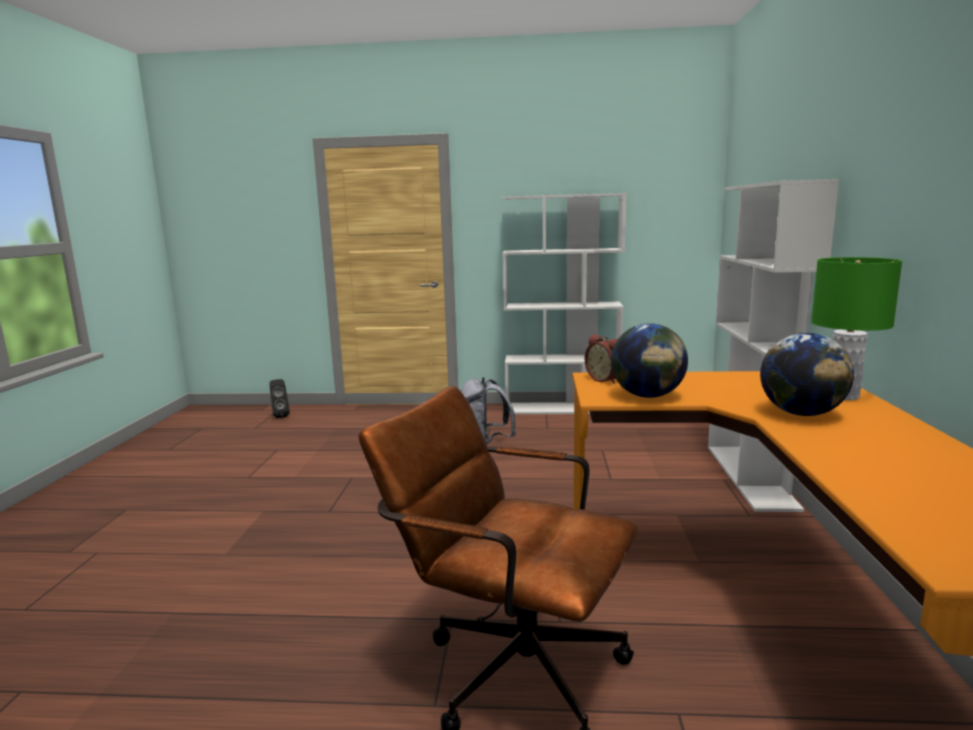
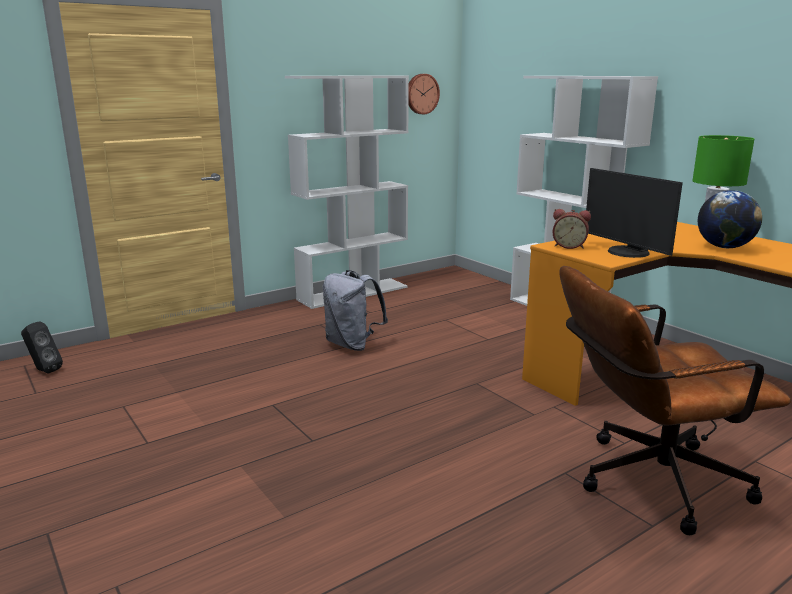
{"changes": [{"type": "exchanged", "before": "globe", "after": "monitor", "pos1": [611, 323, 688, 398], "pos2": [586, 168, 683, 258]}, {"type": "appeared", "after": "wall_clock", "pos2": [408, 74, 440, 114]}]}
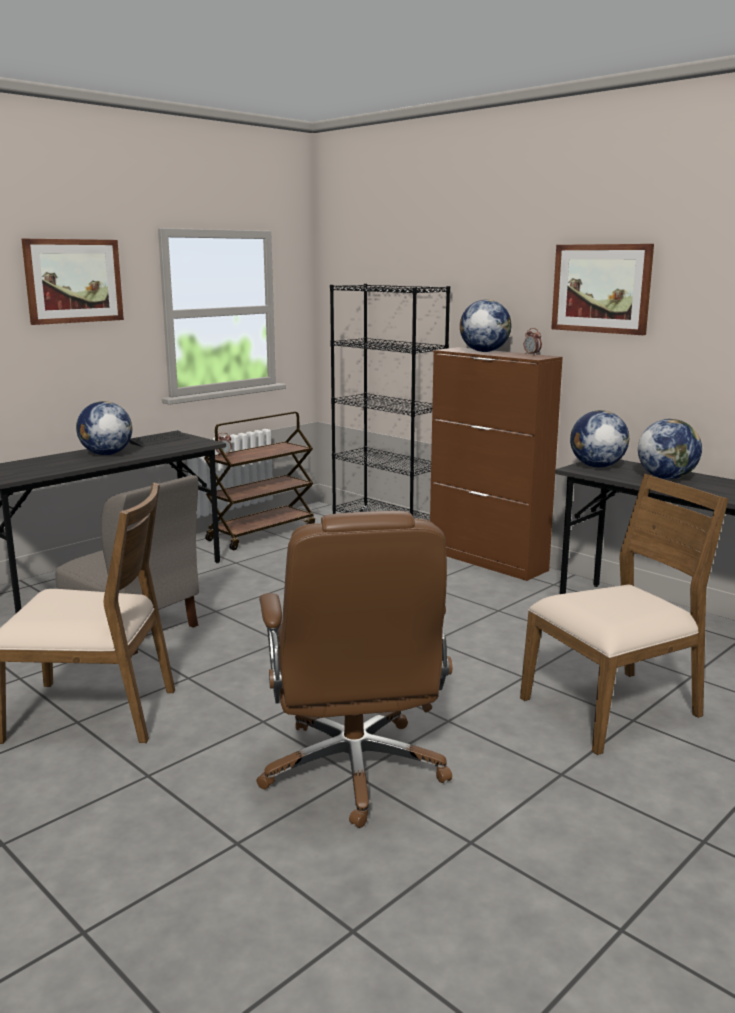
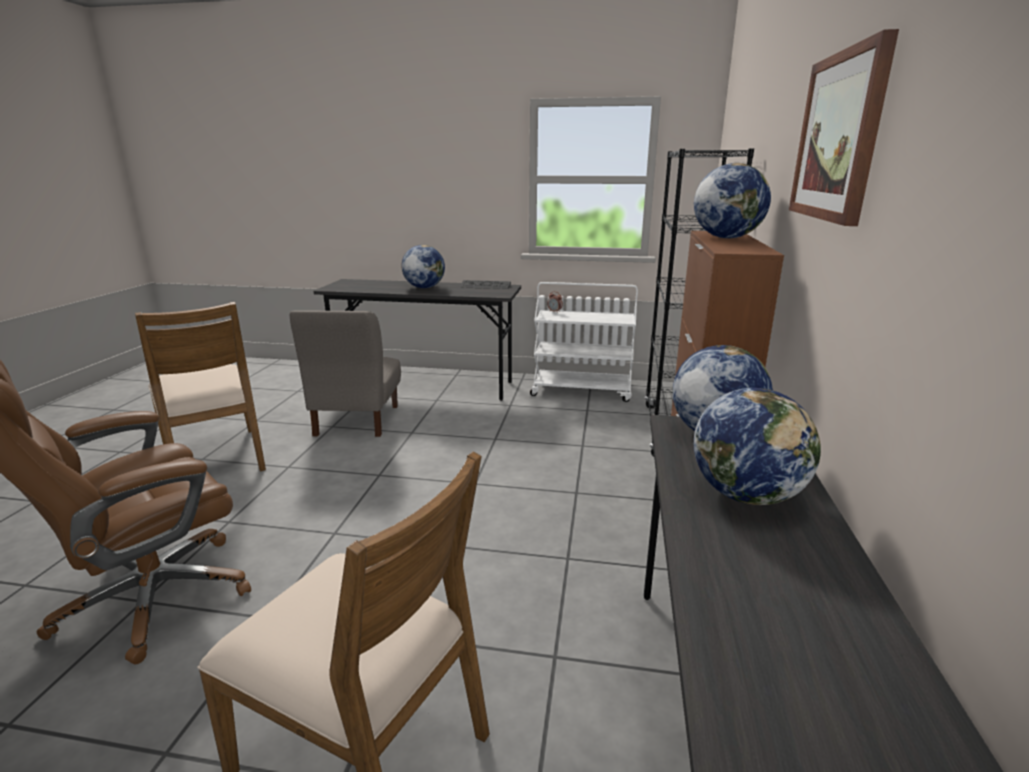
{"changes": [{"type": "missing", "before": "picture", "pos1": [22, 239, 124, 325]}, {"type": "missing", "before": "alarm_clock", "pos1": [524, 328, 542, 355]}, {"type": "colour", "before": "brown_cart", "after": "white_cart", "pos1": [204, 411, 315, 550], "pos2": [530, 282, 638, 402]}]}
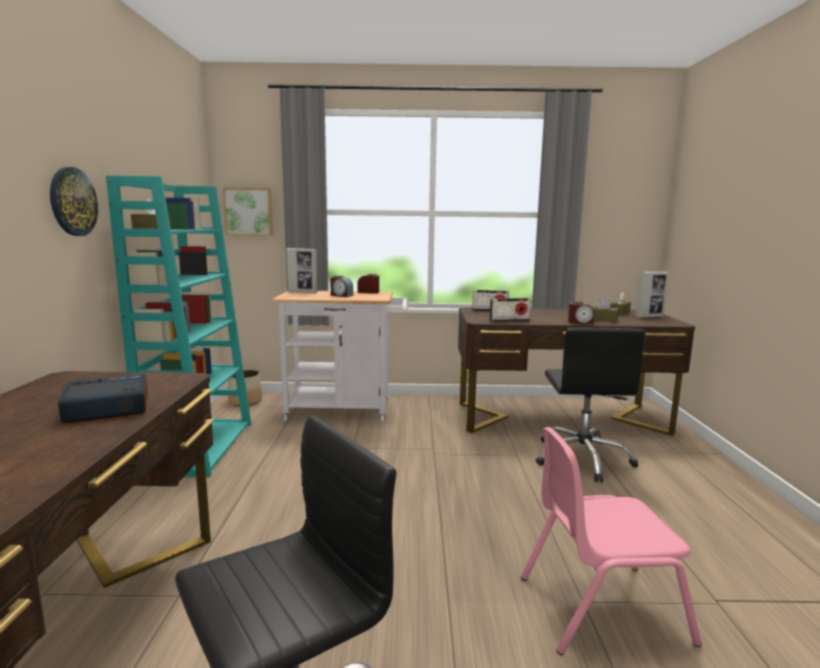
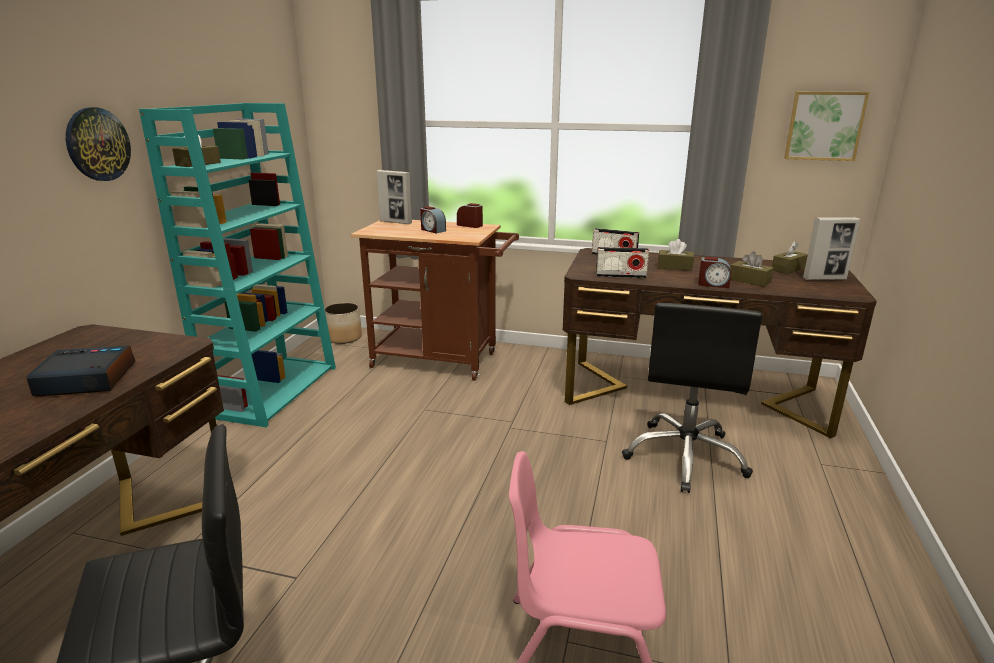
{"changes": [{"type": "relocated", "before": "picture", "pos1": [223, 188, 273, 236], "pos2": [784, 92, 869, 161]}, {"type": "colour", "before": "white_cart", "after": "brown_cart", "pos1": [272, 291, 409, 423], "pos2": [351, 220, 519, 381]}, {"type": "appeared", "after": "brown_tissue_box", "pos2": [658, 239, 694, 271]}]}
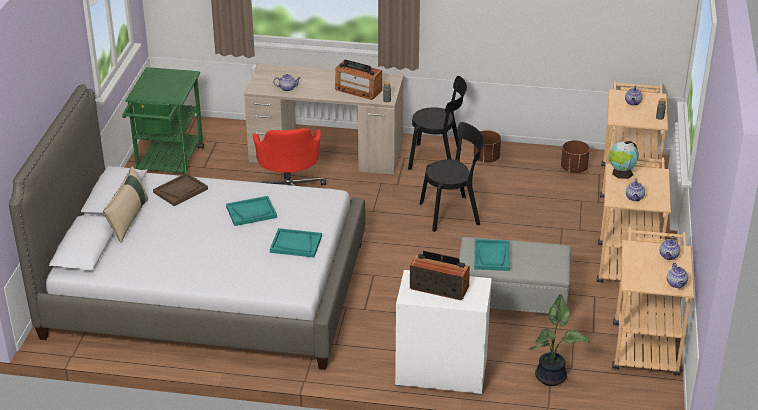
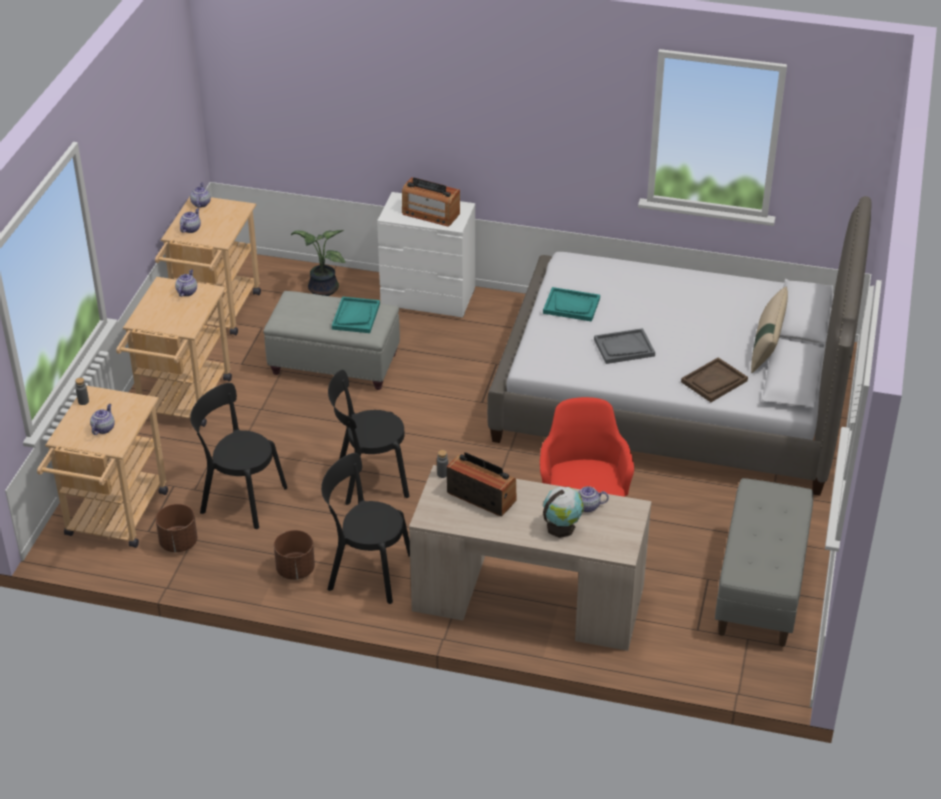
{"changes": [{"type": "exchanged", "before": "green_cart", "after": "grey_bench", "pos1": [122, 67, 204, 174], "pos2": [715, 478, 813, 647]}, {"type": "relocated", "before": "globe", "pos1": [608, 141, 639, 179], "pos2": [543, 487, 584, 538]}, {"type": "colour", "before": "turquoise_tray", "after": "grey_tray", "pos1": [226, 196, 277, 226], "pos2": [594, 328, 655, 364]}, {"type": "appeared", "after": "black_chair", "pos2": [190, 383, 287, 529]}]}
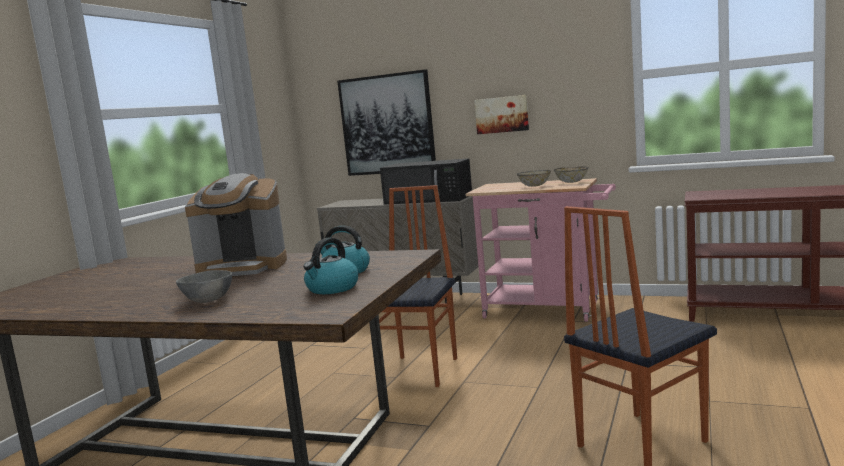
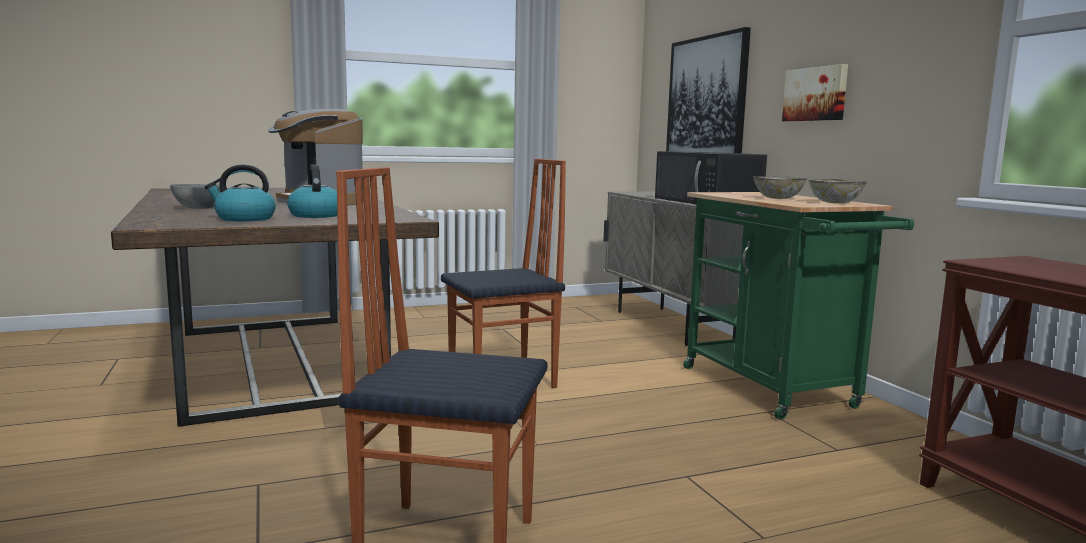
{"changes": [{"type": "colour", "before": "pink_cart", "after": "green_cart", "pos1": [466, 178, 616, 322], "pos2": [683, 192, 914, 420]}]}
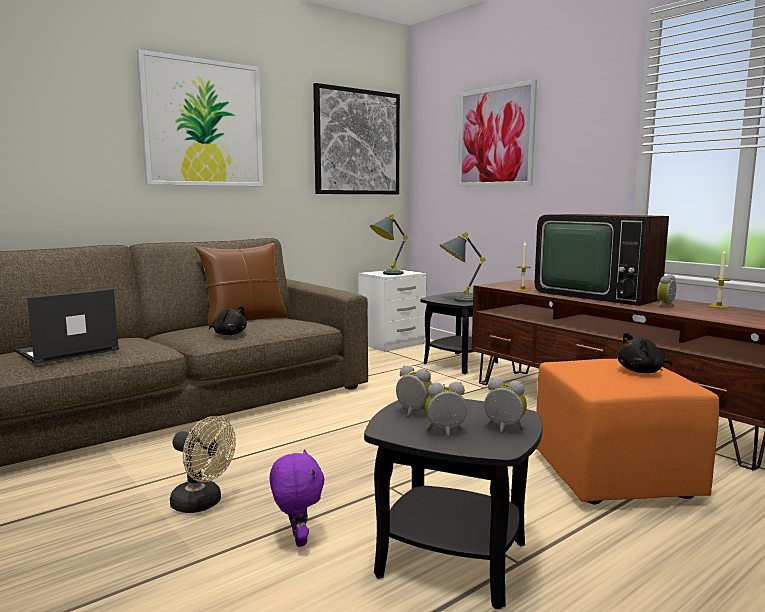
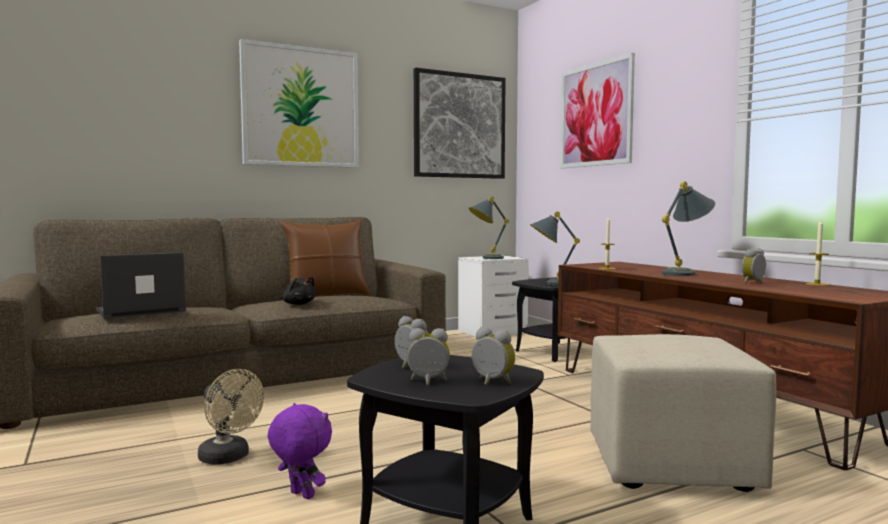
{"changes": [{"type": "exchanged", "before": "television", "after": "grey_table_lamp", "pos1": [535, 214, 669, 306], "pos2": [661, 182, 715, 276]}, {"type": "missing", "before": "black_plush_toy", "pos1": [618, 333, 672, 373]}, {"type": "colour", "before": "orange_ottoman", "after": "beige_ottoman", "pos1": [536, 359, 719, 504], "pos2": [590, 334, 776, 492]}, {"type": "spun", "before": "purple_plush_toy", "pos1": [270, 449, 324, 547], "pos2": [268, 403, 332, 499], "turn": -45}]}
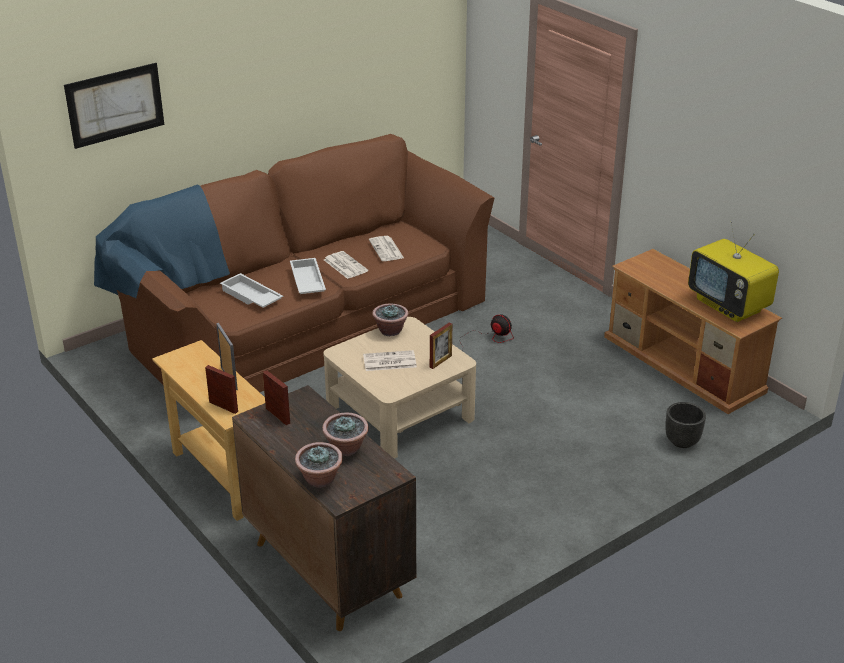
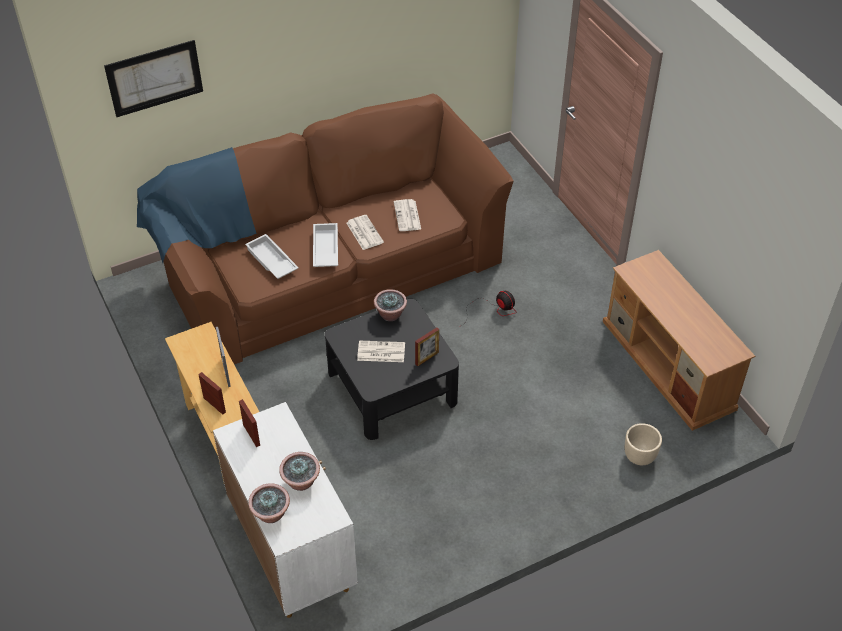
{"changes": [{"type": "missing", "before": "television", "pos1": [688, 221, 779, 322]}, {"type": "colour", "before": "beige_coffee_table", "after": "black_coffee_table", "pos1": [323, 317, 476, 459], "pos2": [325, 299, 459, 440]}, {"type": "colour", "before": "brown_cabinet", "after": "white_cabinet", "pos1": [232, 385, 416, 631], "pos2": [213, 402, 358, 618]}, {"type": "colour", "before": "black_planter", "after": "beige_planter", "pos1": [665, 402, 706, 448], "pos2": [625, 423, 662, 465]}]}
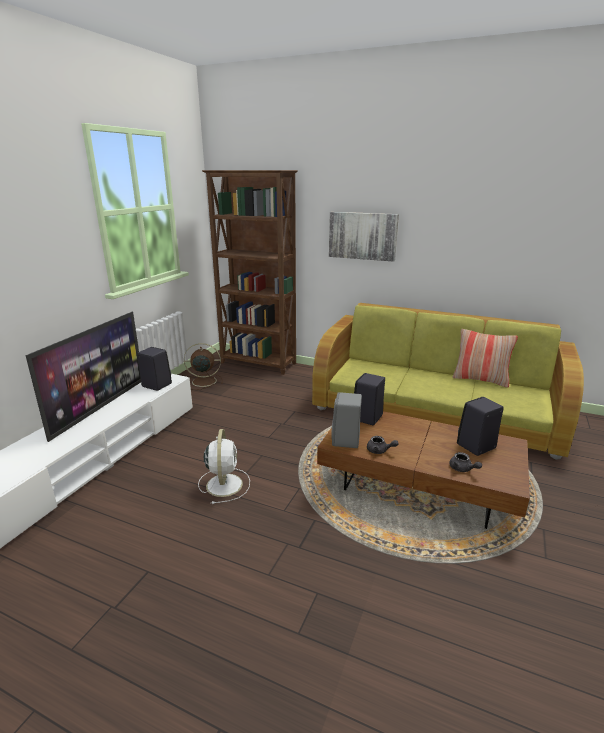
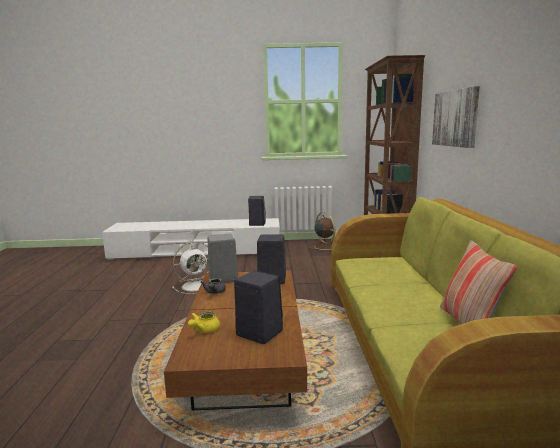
{"changes": [{"type": "missing", "before": "television", "pos1": [25, 312, 141, 442]}, {"type": "colour", "before": "grey_teapot", "after": "yellow_teapot", "pos1": [449, 452, 482, 472], "pos2": [188, 312, 220, 333]}]}
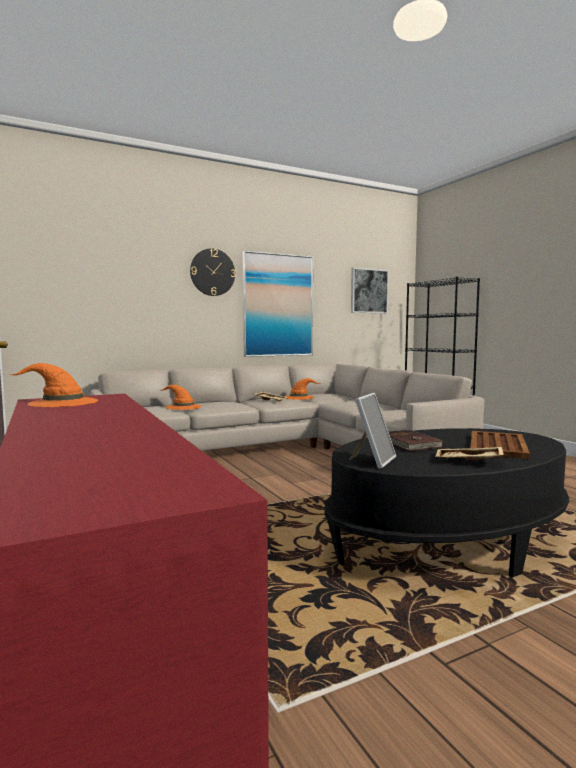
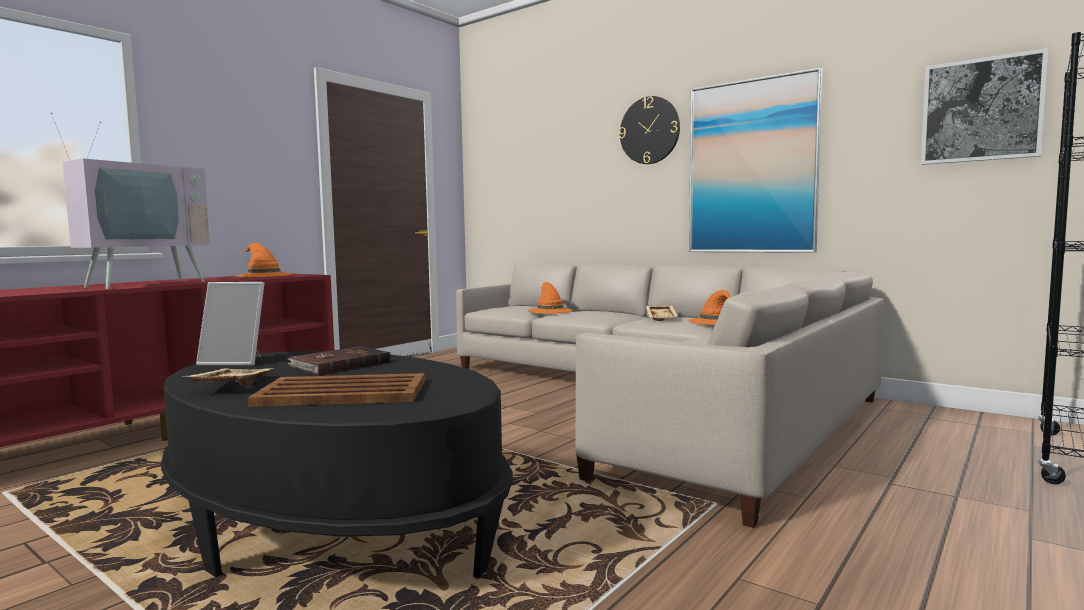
{"changes": [{"type": "appeared", "after": "television", "pos2": [51, 113, 210, 289]}]}
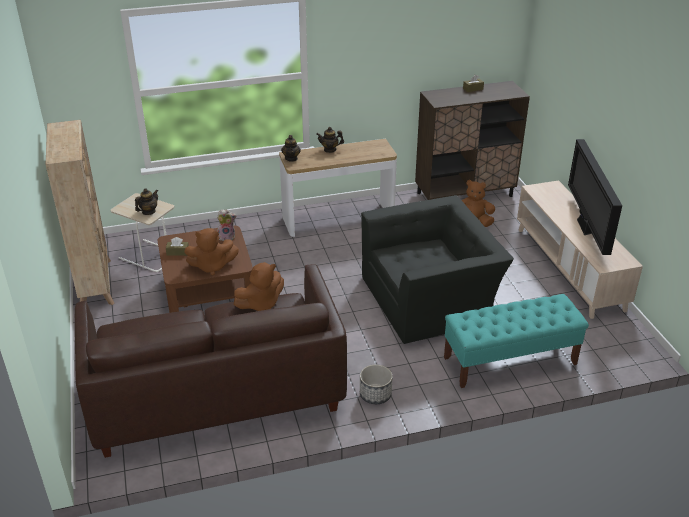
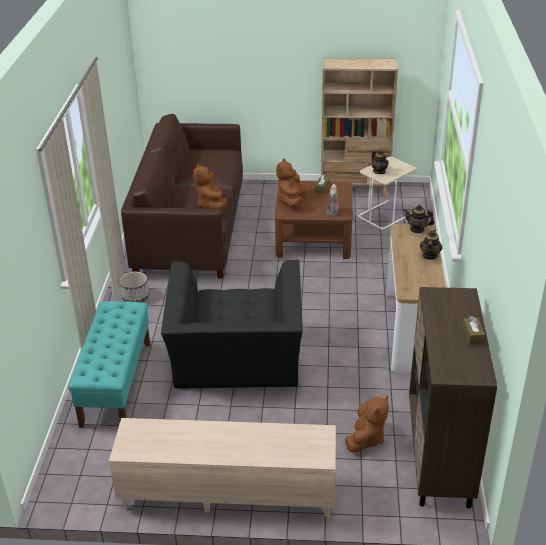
{"changes": [{"type": "missing", "before": "television", "pos1": [568, 139, 622, 255]}]}
